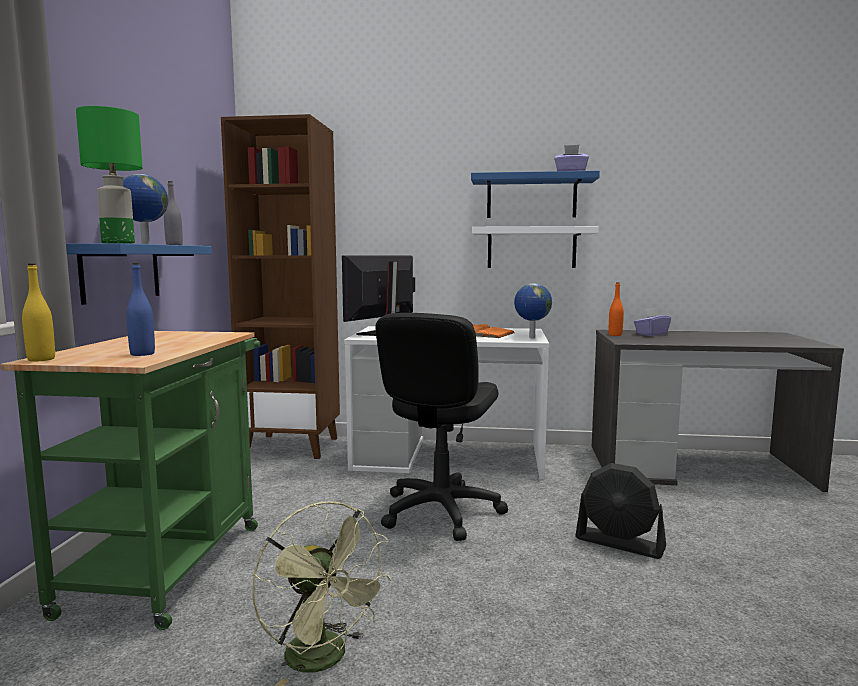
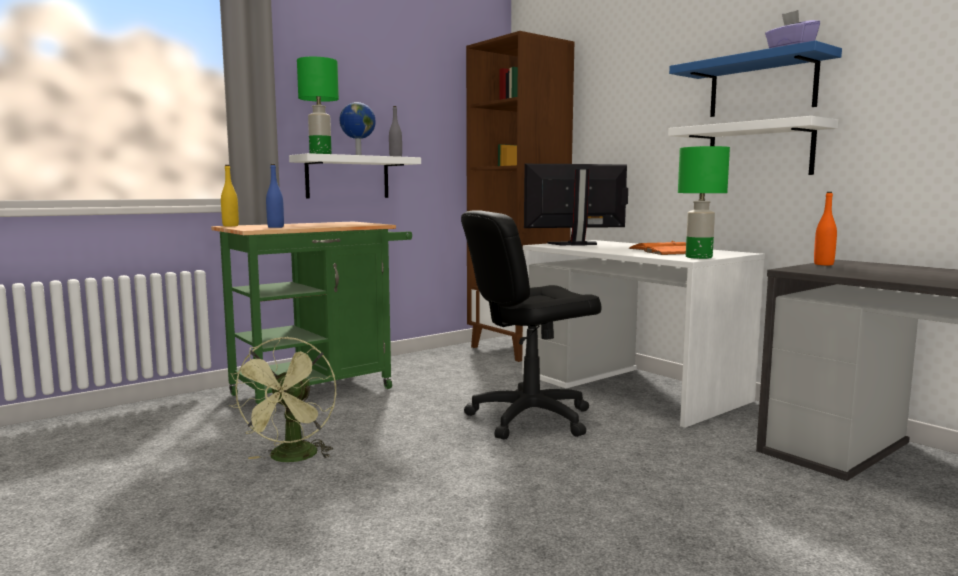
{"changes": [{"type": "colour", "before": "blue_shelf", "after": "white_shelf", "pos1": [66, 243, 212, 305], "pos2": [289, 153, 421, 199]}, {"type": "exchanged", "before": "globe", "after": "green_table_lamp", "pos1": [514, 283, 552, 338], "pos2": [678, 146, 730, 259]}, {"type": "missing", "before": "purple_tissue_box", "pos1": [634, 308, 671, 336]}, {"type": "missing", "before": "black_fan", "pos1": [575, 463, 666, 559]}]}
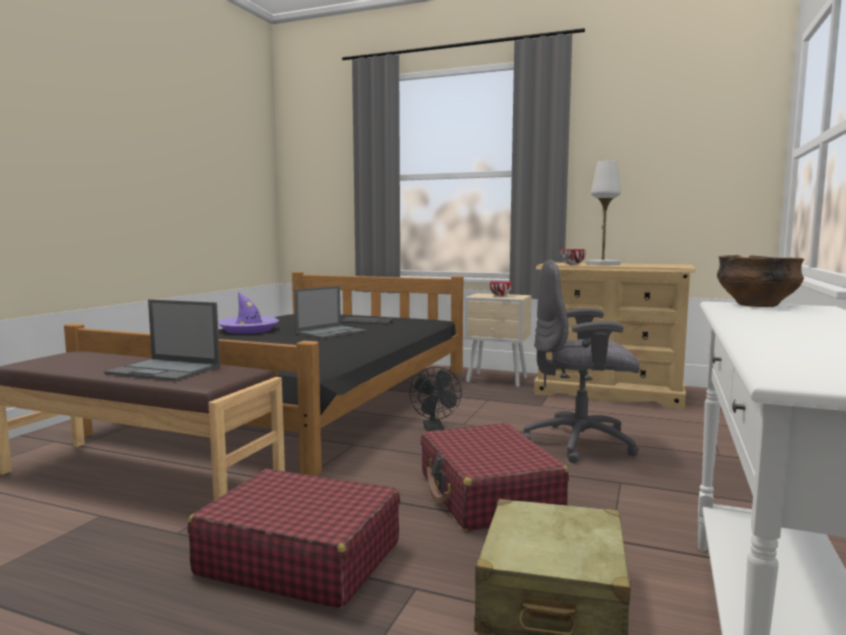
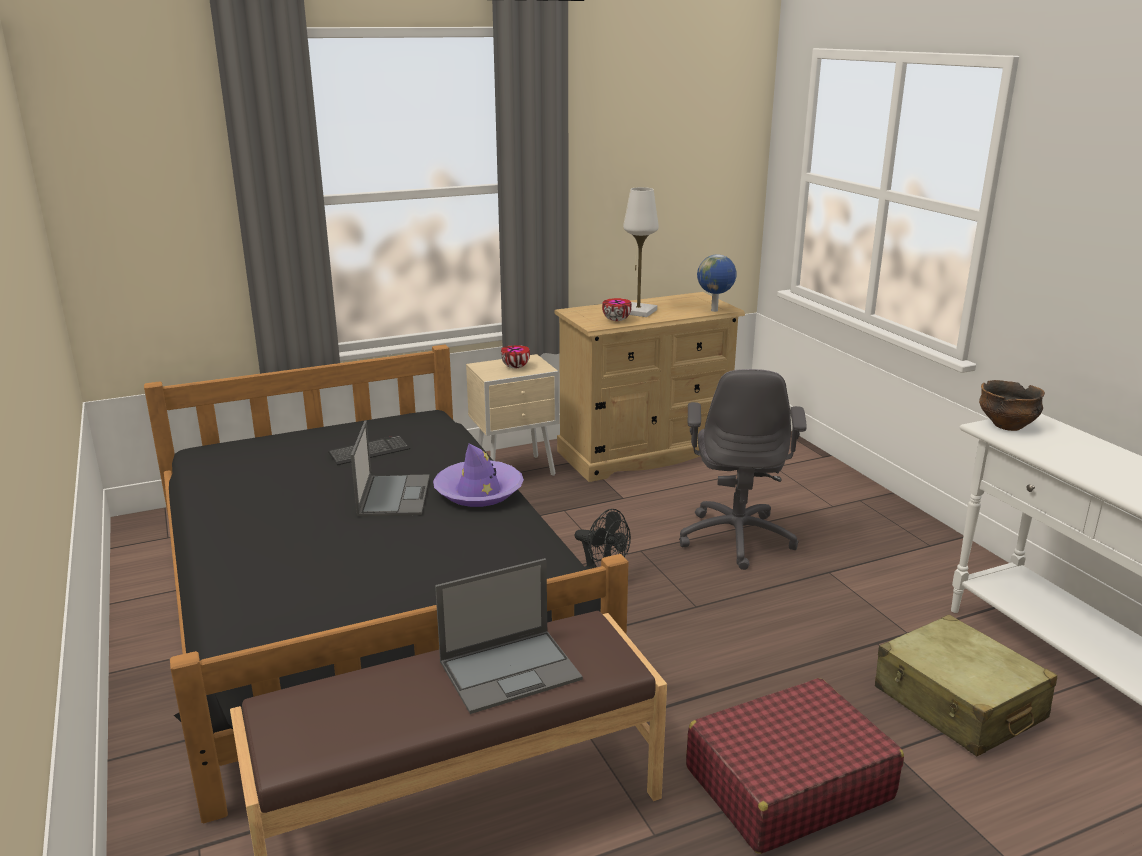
{"changes": [{"type": "spun", "before": "grey_office_chair", "pos1": [523, 260, 640, 463], "pos2": [679, 369, 807, 570], "turn": -45}, {"type": "relocated", "before": "purple_hat", "pos1": [218, 292, 279, 334], "pos2": [433, 444, 524, 507]}, {"type": "missing", "before": "red_suitcase", "pos1": [421, 423, 569, 531]}, {"type": "appeared", "after": "globe", "pos2": [697, 254, 737, 312]}]}
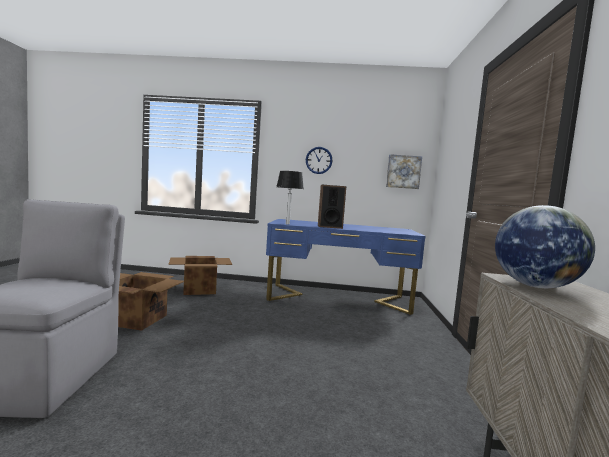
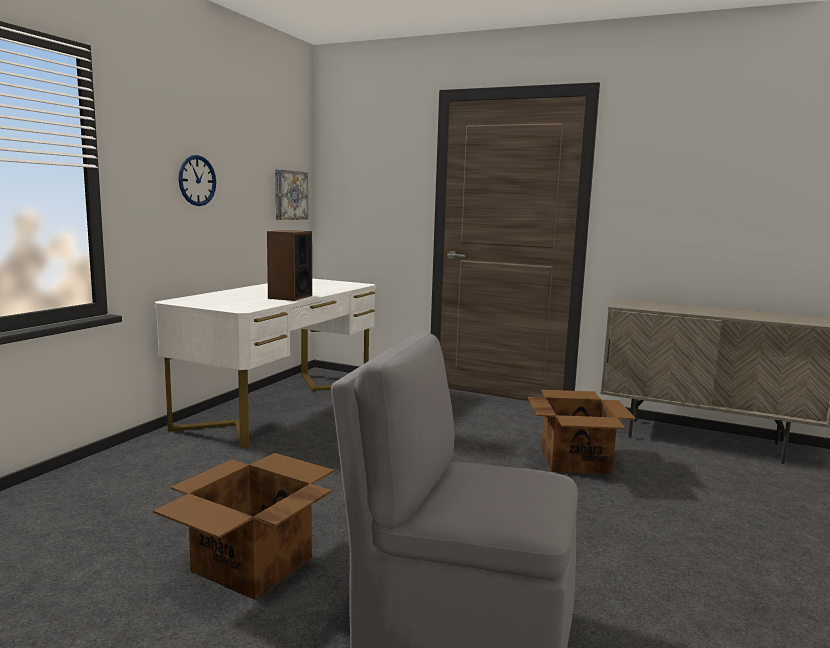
{"changes": [{"type": "missing", "before": "table_lamp", "pos1": [276, 171, 304, 225]}, {"type": "missing", "before": "globe", "pos1": [495, 205, 595, 288]}, {"type": "colour", "before": "blue_desk", "after": "white_desk", "pos1": [266, 219, 425, 315], "pos2": [155, 279, 376, 448]}, {"type": "relocated", "before": "cardboard_box", "pos1": [169, 256, 232, 295], "pos2": [528, 390, 636, 474]}]}
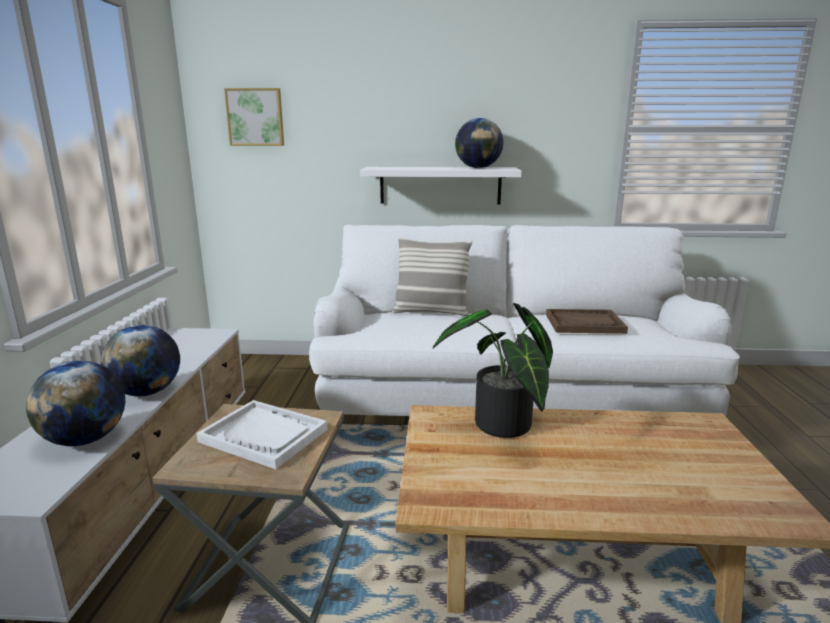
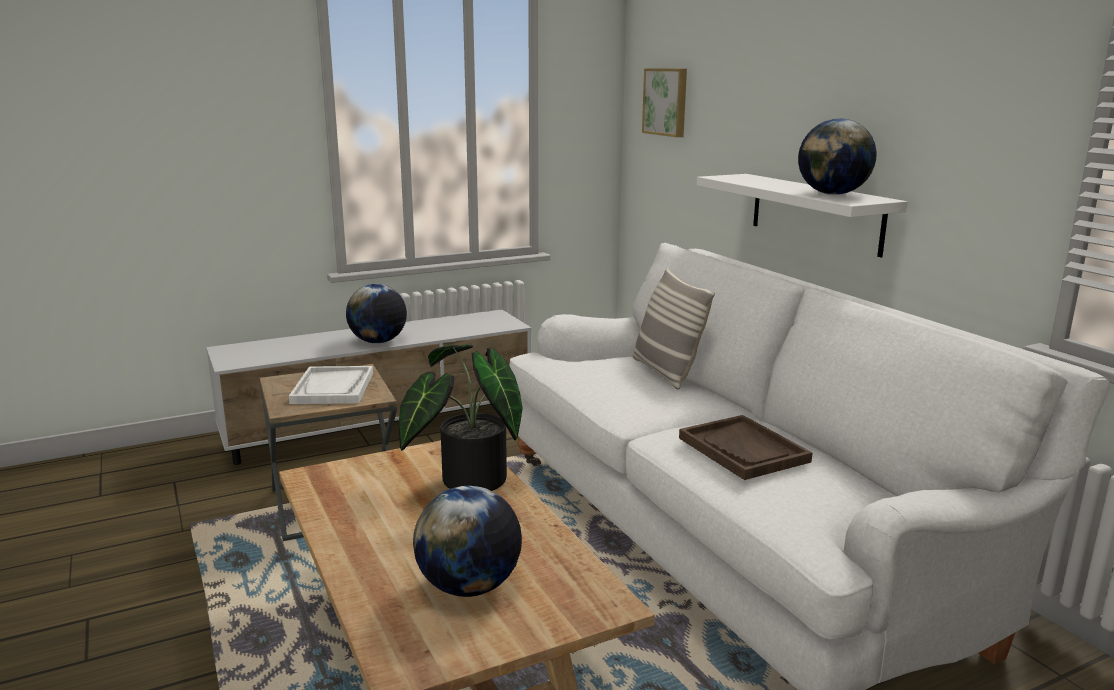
{"changes": [{"type": "relocated", "before": "globe", "pos1": [26, 360, 125, 446], "pos2": [413, 486, 522, 597]}]}
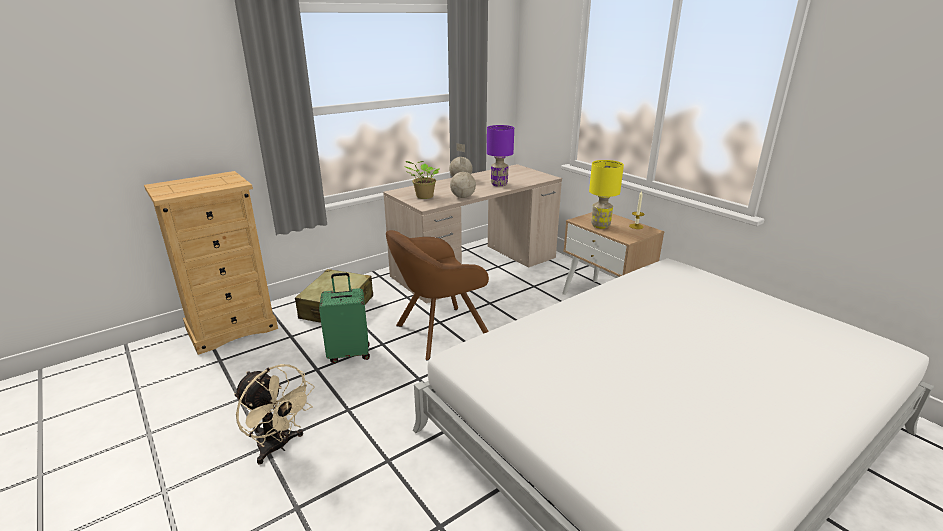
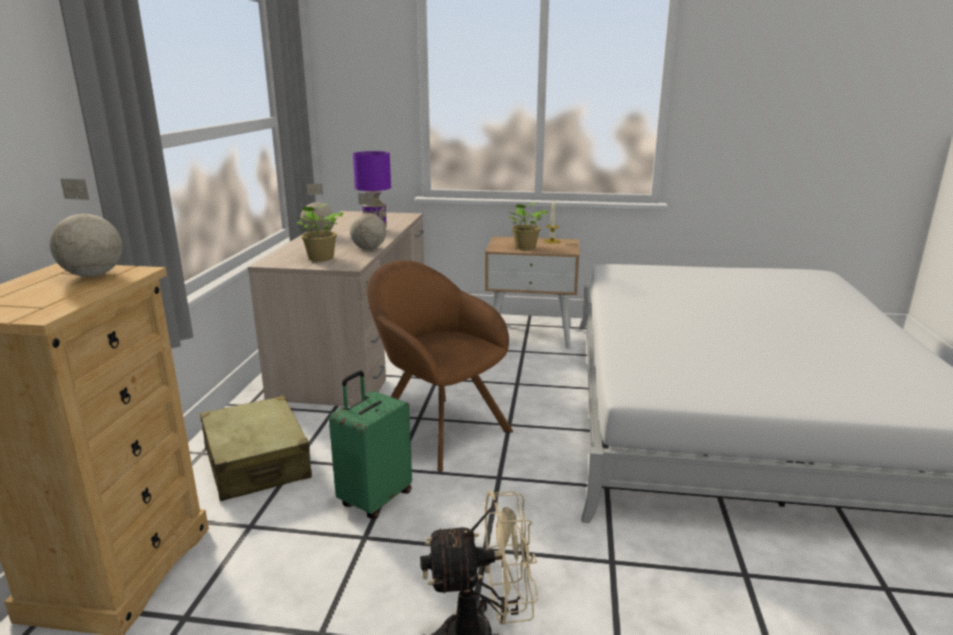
{"changes": [{"type": "exchanged", "before": "yellow_table_lamp", "after": "potted_plant", "pos1": [589, 160, 624, 229], "pos2": [509, 202, 547, 250]}, {"type": "spun", "before": "brown_armchair", "pos1": [386, 230, 489, 360], "pos2": [367, 260, 513, 472], "turn": 120}, {"type": "appeared", "after": "globe", "pos2": [50, 178, 122, 277]}]}
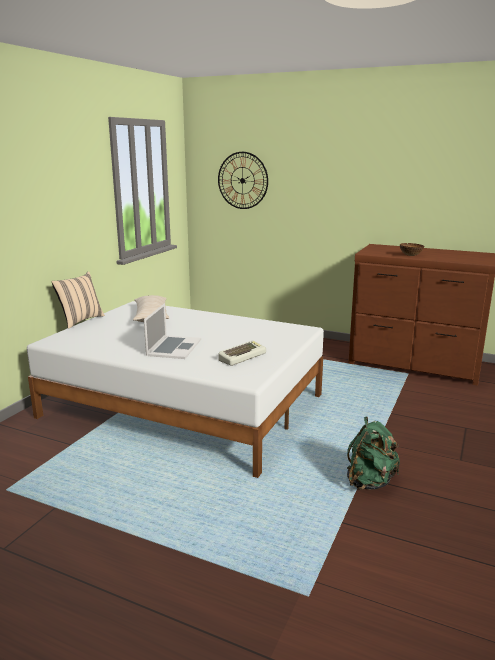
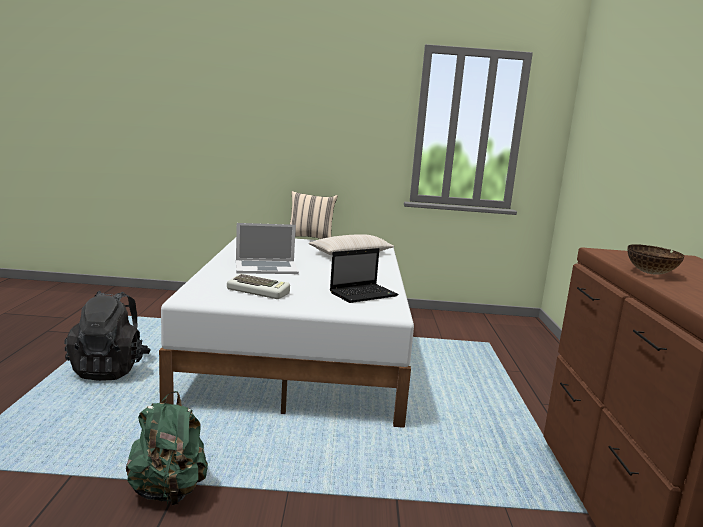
{"changes": [{"type": "missing", "before": "wall_clock", "pos1": [218, 152, 268, 209]}, {"type": "appeared", "after": "laptop", "pos2": [330, 248, 399, 303]}, {"type": "appeared", "after": "black_backpack", "pos2": [64, 291, 151, 381]}]}
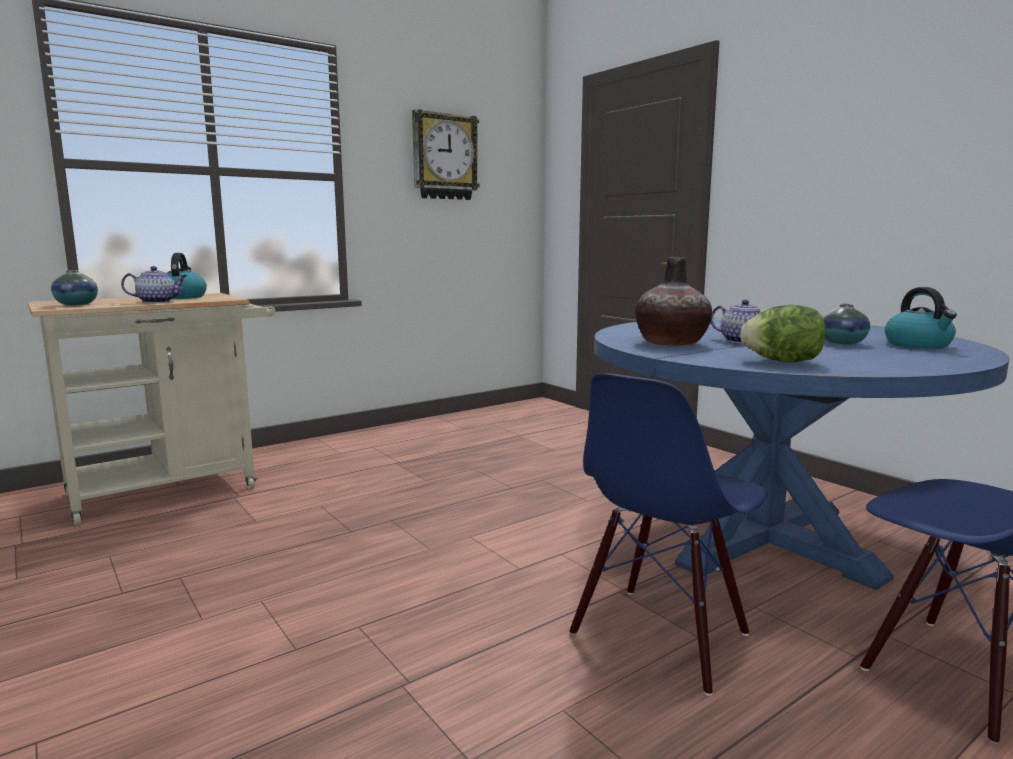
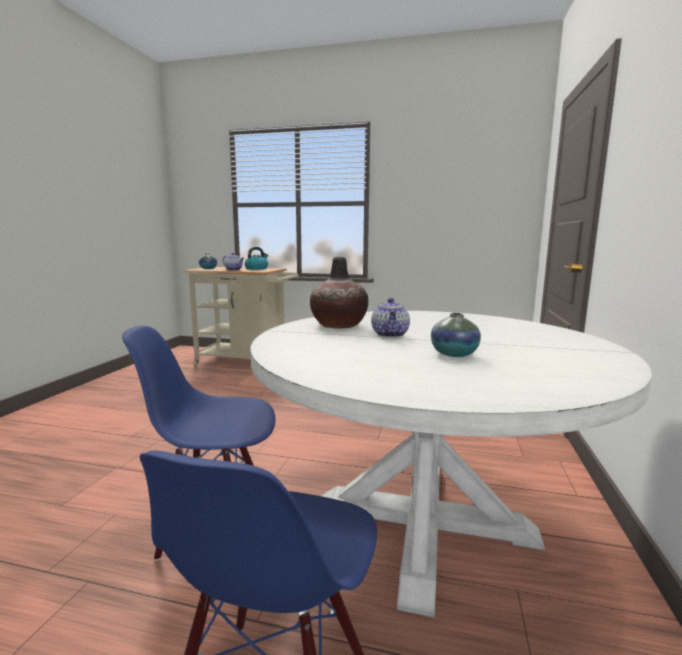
{"changes": [{"type": "missing", "before": "wall_clock", "pos1": [412, 109, 480, 200]}, {"type": "missing", "before": "kettle", "pos1": [885, 287, 957, 349]}, {"type": "missing", "before": "lettuce", "pos1": [740, 305, 826, 362]}, {"type": "colour", "before": "blue_dining_table", "after": "white_dining_table", "pos1": [594, 318, 1009, 590], "pos2": [250, 311, 652, 618]}]}
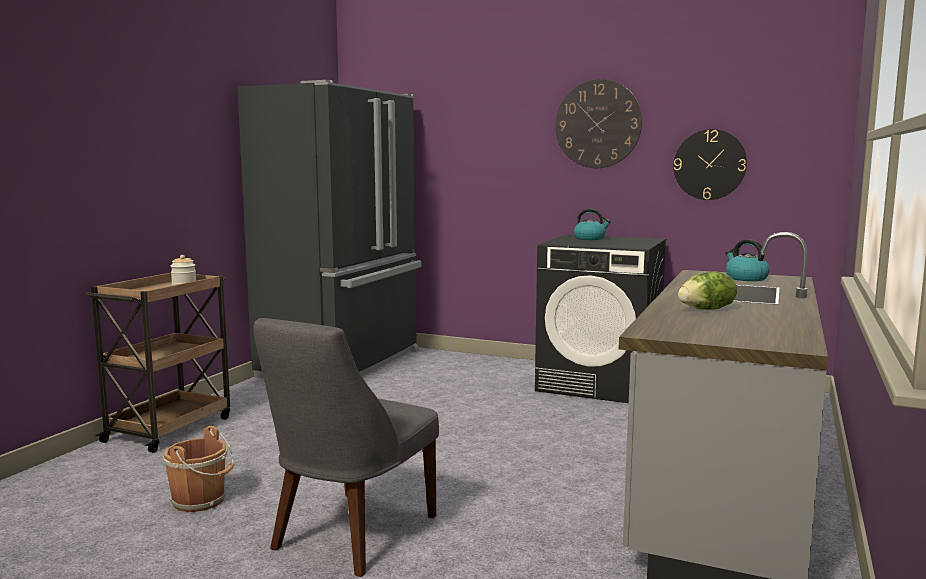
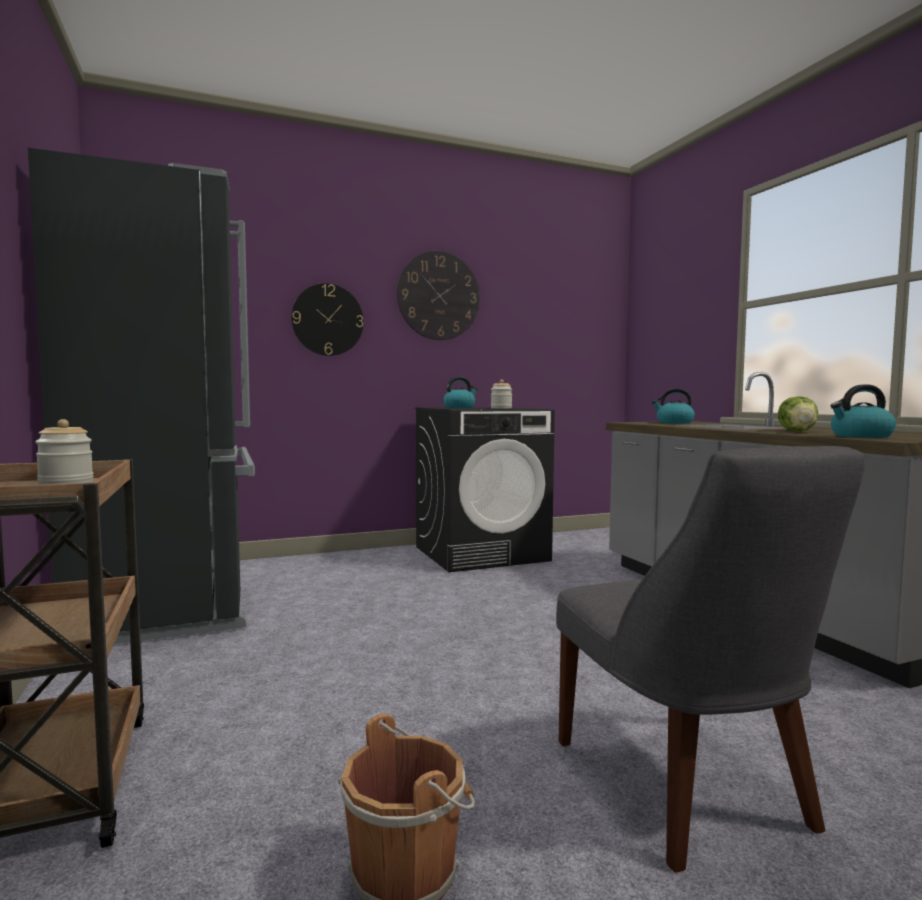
{"changes": [{"type": "relocated", "before": "wall_clock", "pos1": [673, 129, 747, 200], "pos2": [291, 283, 364, 356]}, {"type": "appeared", "after": "jar", "pos2": [491, 379, 512, 409]}, {"type": "appeared", "after": "kettle", "pos2": [830, 384, 896, 438]}]}
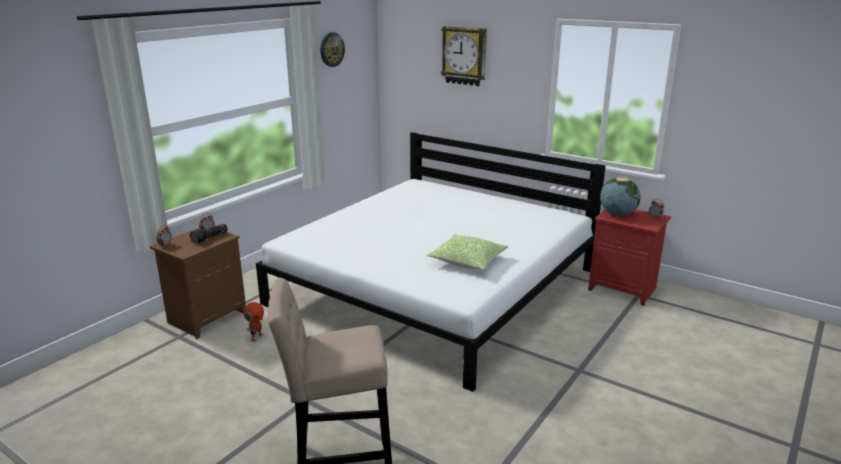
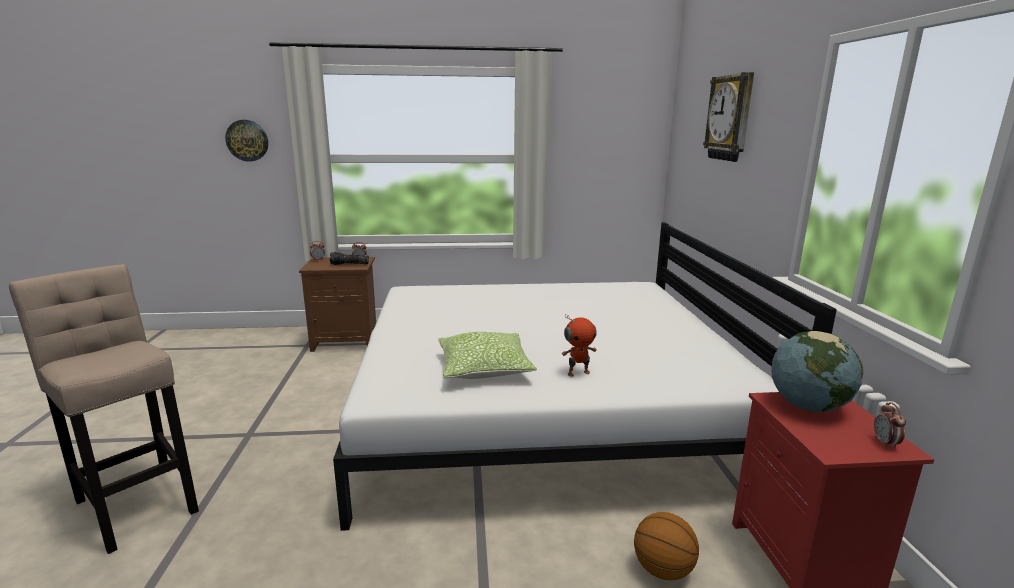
{"changes": [{"type": "relocated", "before": "wall_clock", "pos1": [320, 32, 345, 67], "pos2": [225, 120, 268, 161]}, {"type": "relocated", "before": "toy_robot", "pos1": [243, 302, 264, 342], "pos2": [562, 314, 597, 377]}, {"type": "appeared", "after": "basketball", "pos2": [634, 512, 699, 580]}]}
